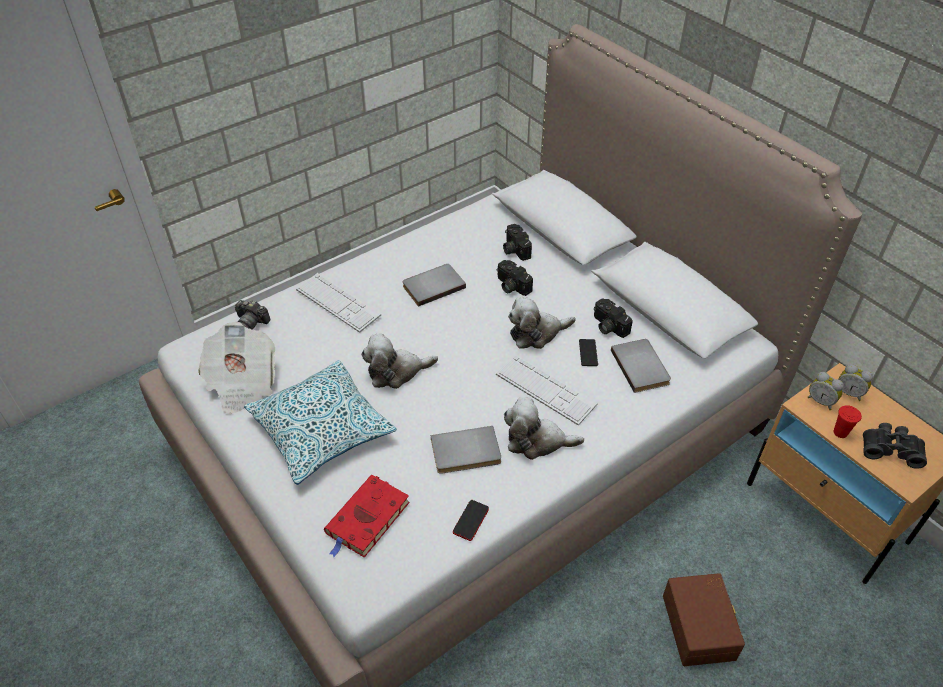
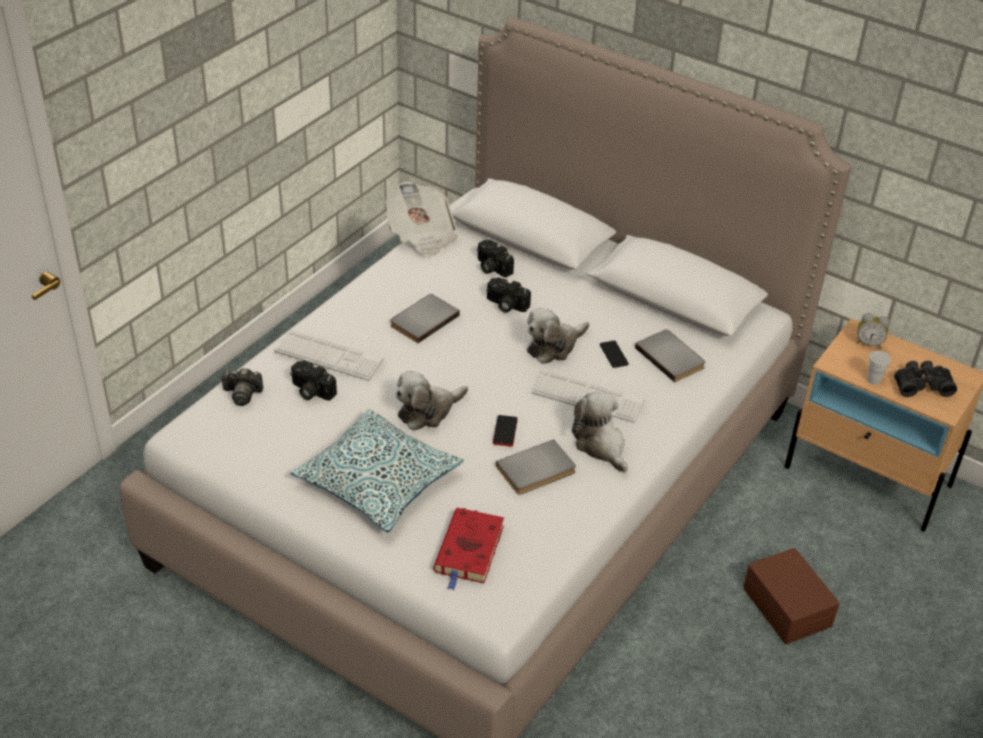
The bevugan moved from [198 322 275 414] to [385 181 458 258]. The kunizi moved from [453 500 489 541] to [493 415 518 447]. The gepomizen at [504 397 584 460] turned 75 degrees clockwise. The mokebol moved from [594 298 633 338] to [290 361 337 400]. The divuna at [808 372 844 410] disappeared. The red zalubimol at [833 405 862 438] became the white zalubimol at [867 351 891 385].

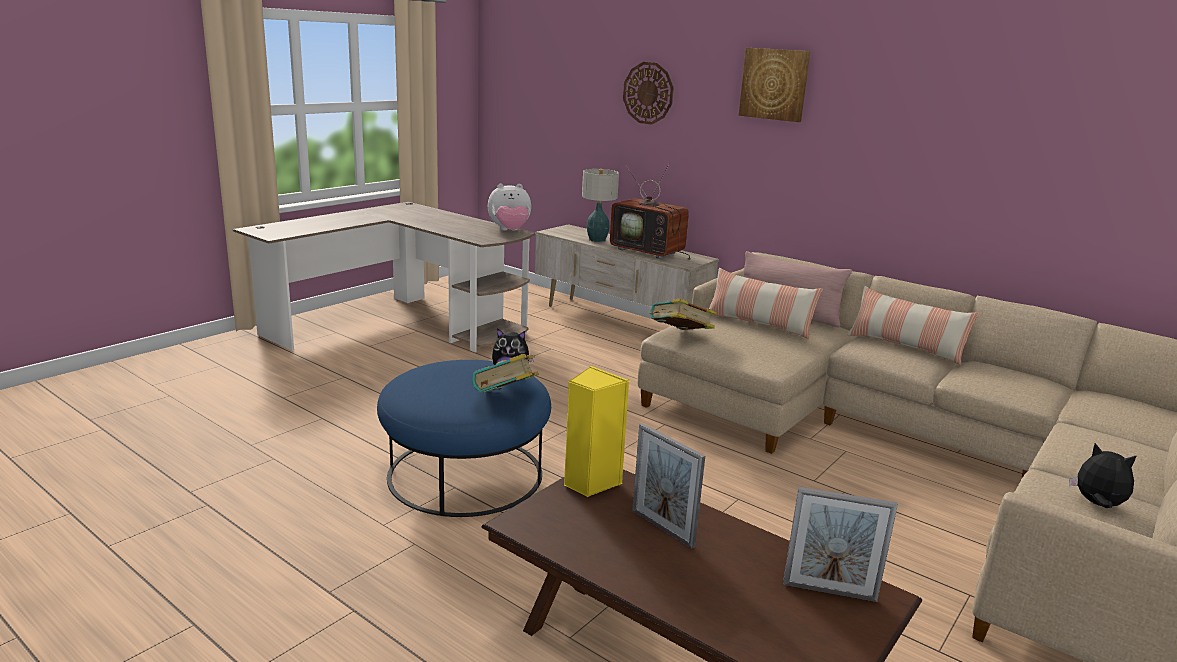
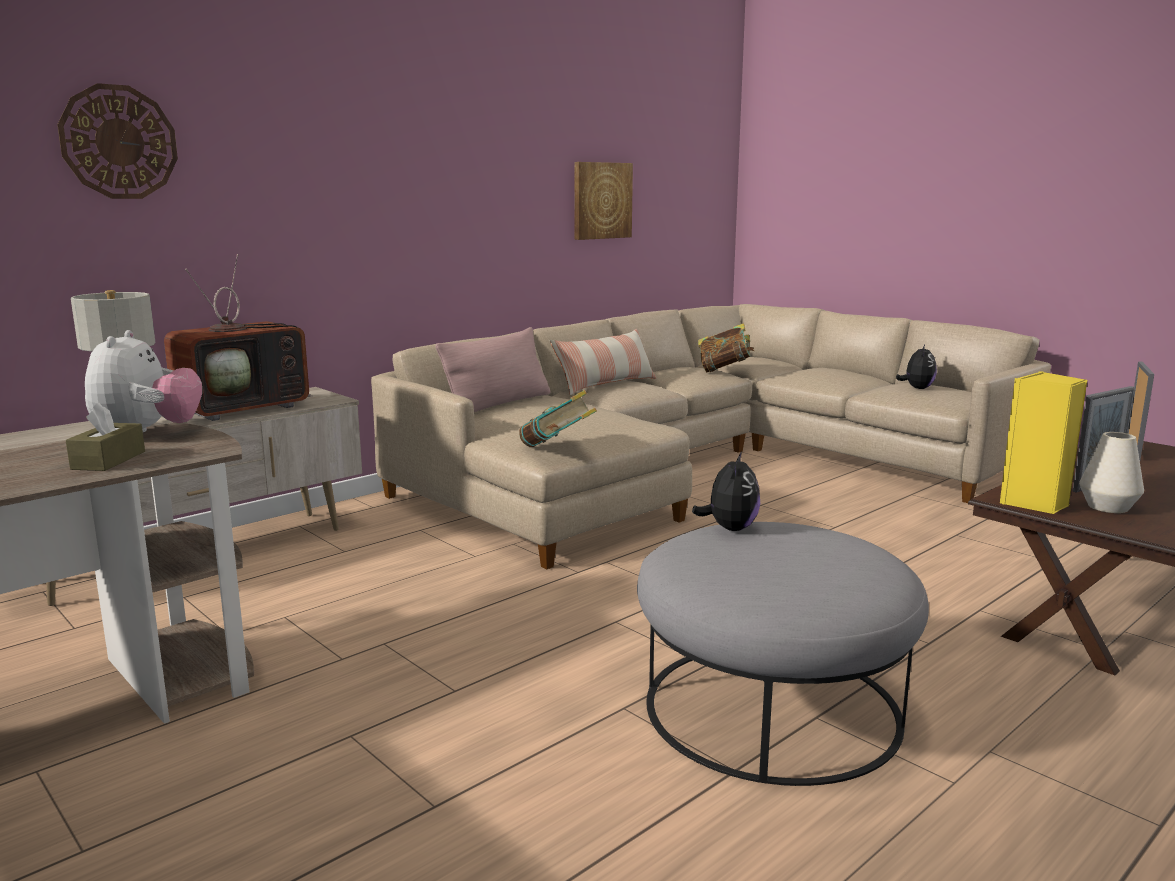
The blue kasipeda at [377 360 551 517] became the grey kasipeda at [637 522 929 786]. The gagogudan moved from [472 354 539 393] to [698 323 754 372]. The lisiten at [709 268 823 340] disappeared. The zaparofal moved from [738 48 810 122] to [574 162 633 240]. The gepomizen at [1069 443 1137 508] turned 150 degrees clockwise. The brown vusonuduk at [66 402 145 471] appeared. The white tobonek at [1079 432 1144 513] appeared.

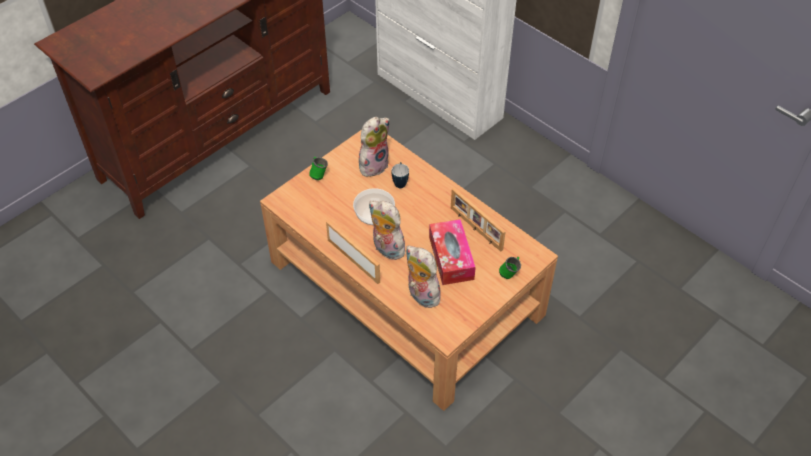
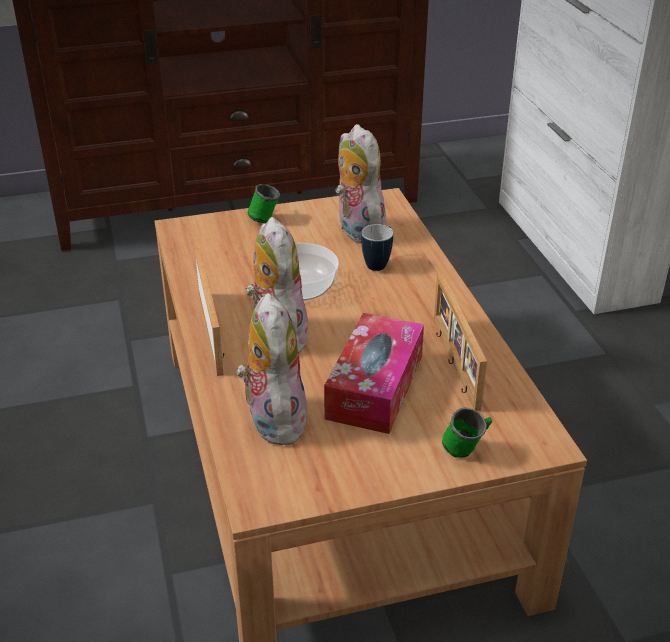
The gepomizen at [359 117 390 177] turned 105 degrees counterclockwise.

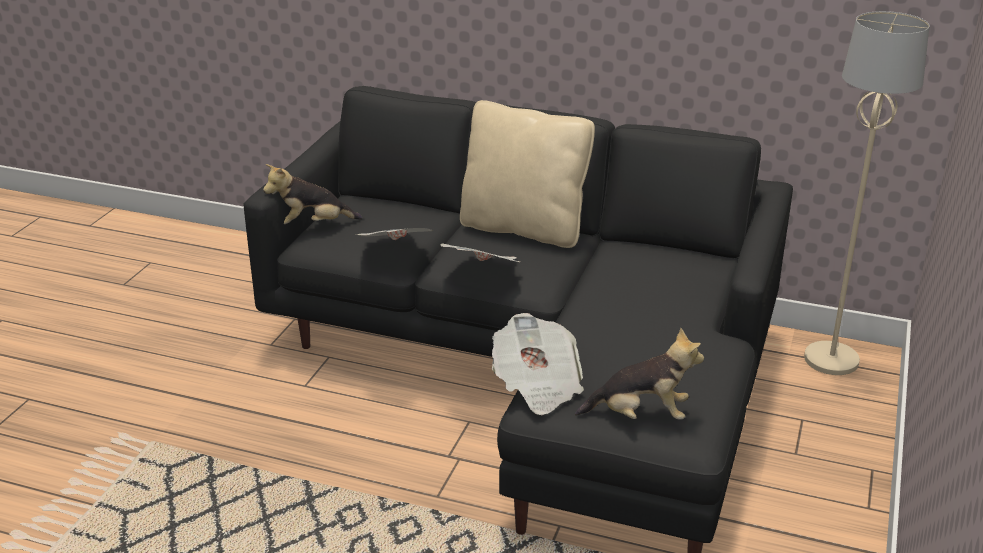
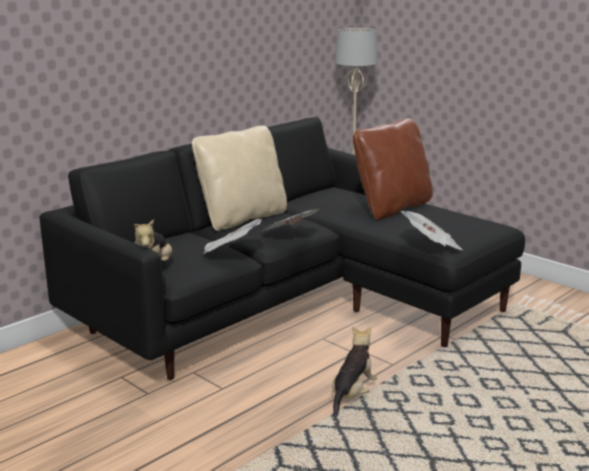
The gepomizen moved from [575 328 704 420] to [332 327 377 416]. The brown lisiten at [353 118 433 220] appeared.

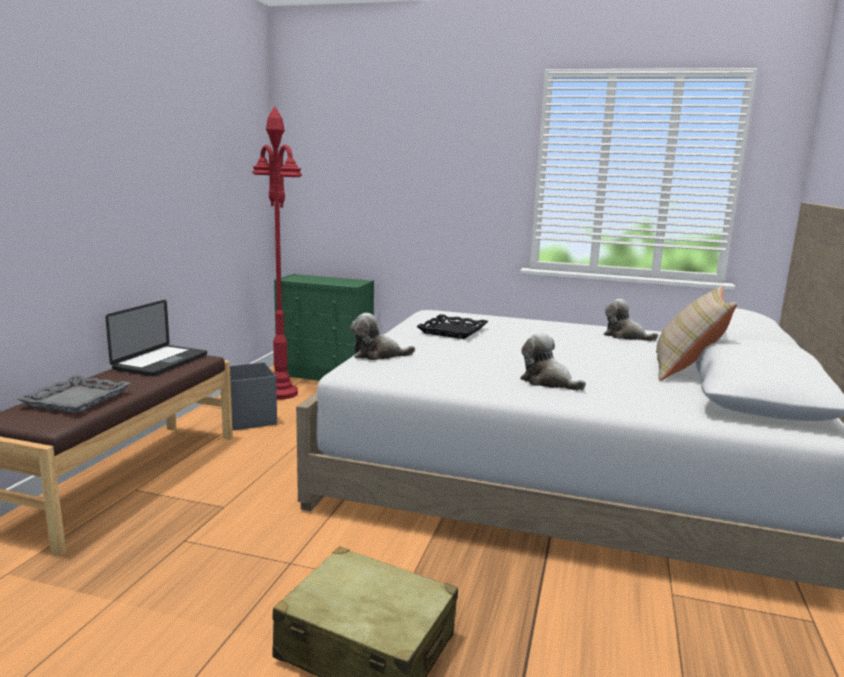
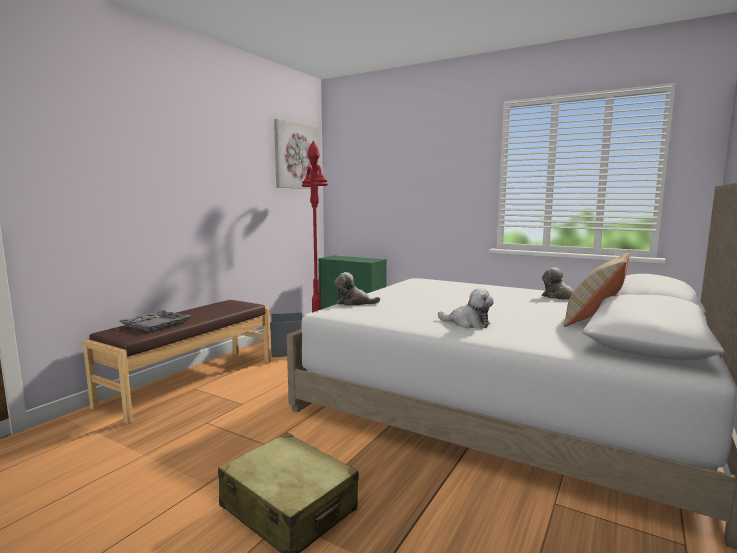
The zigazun at [105 300 207 376] disappeared. The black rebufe at [416 314 488 339] disappeared. The gepomizen at [520 333 586 390] turned 150 degrees clockwise. The zaparofal at [274 119 319 189] appeared.

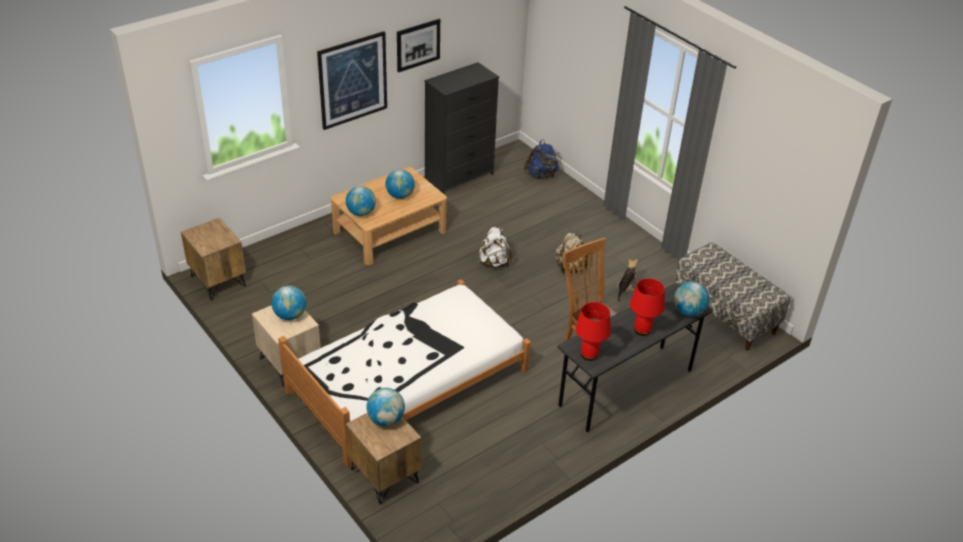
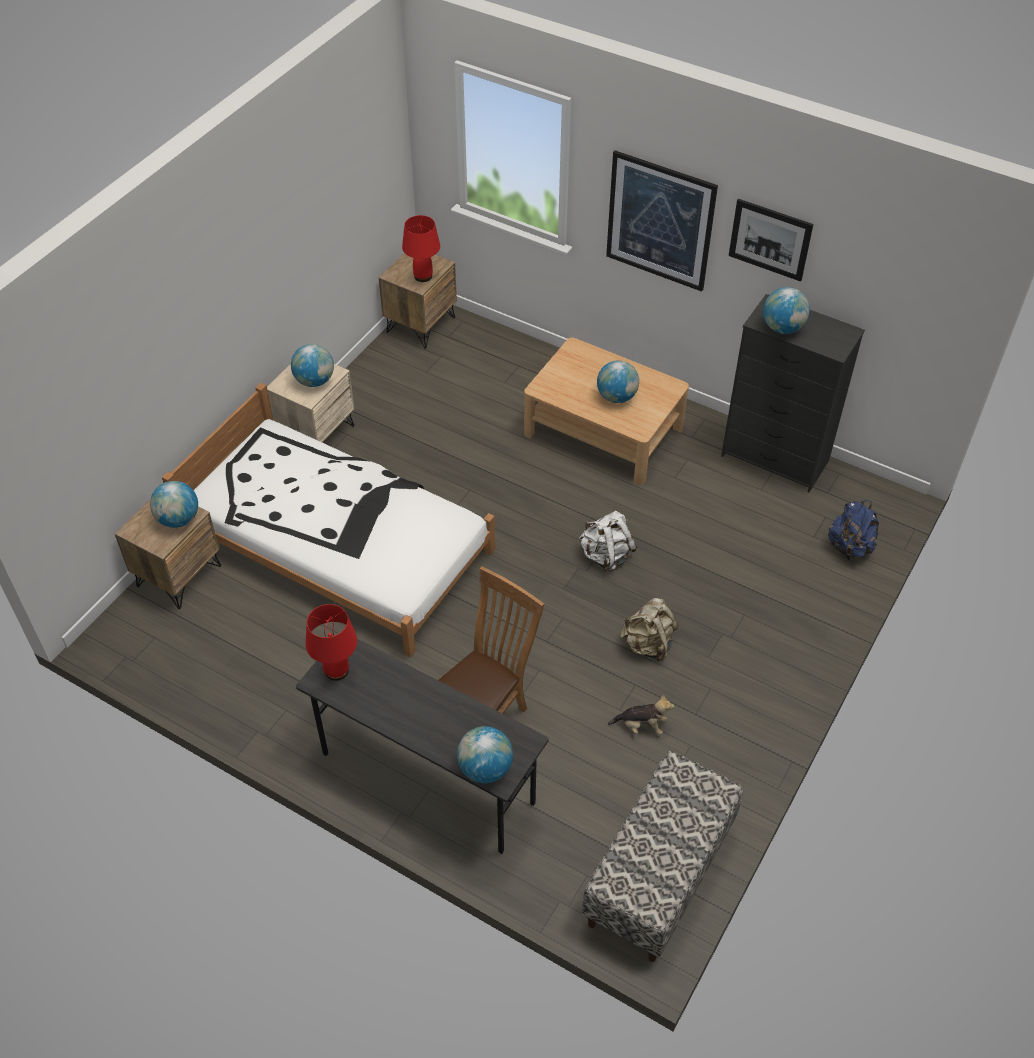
The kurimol moved from [346 186 376 216] to [763 287 810 334]. The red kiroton moved from [630 278 664 336] to [402 215 440 282].

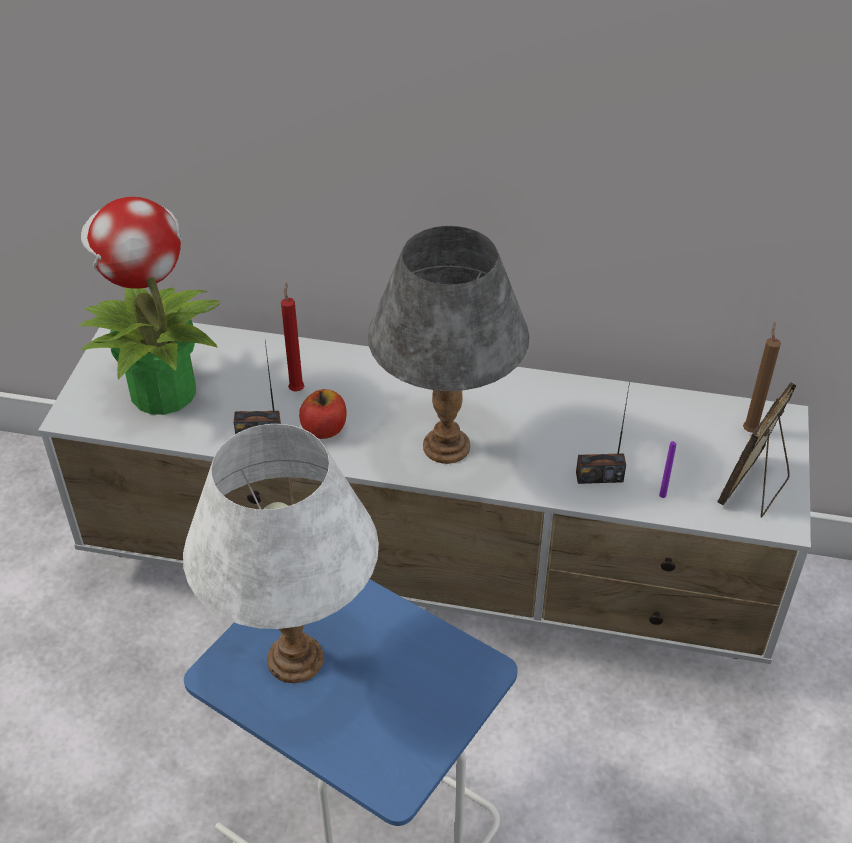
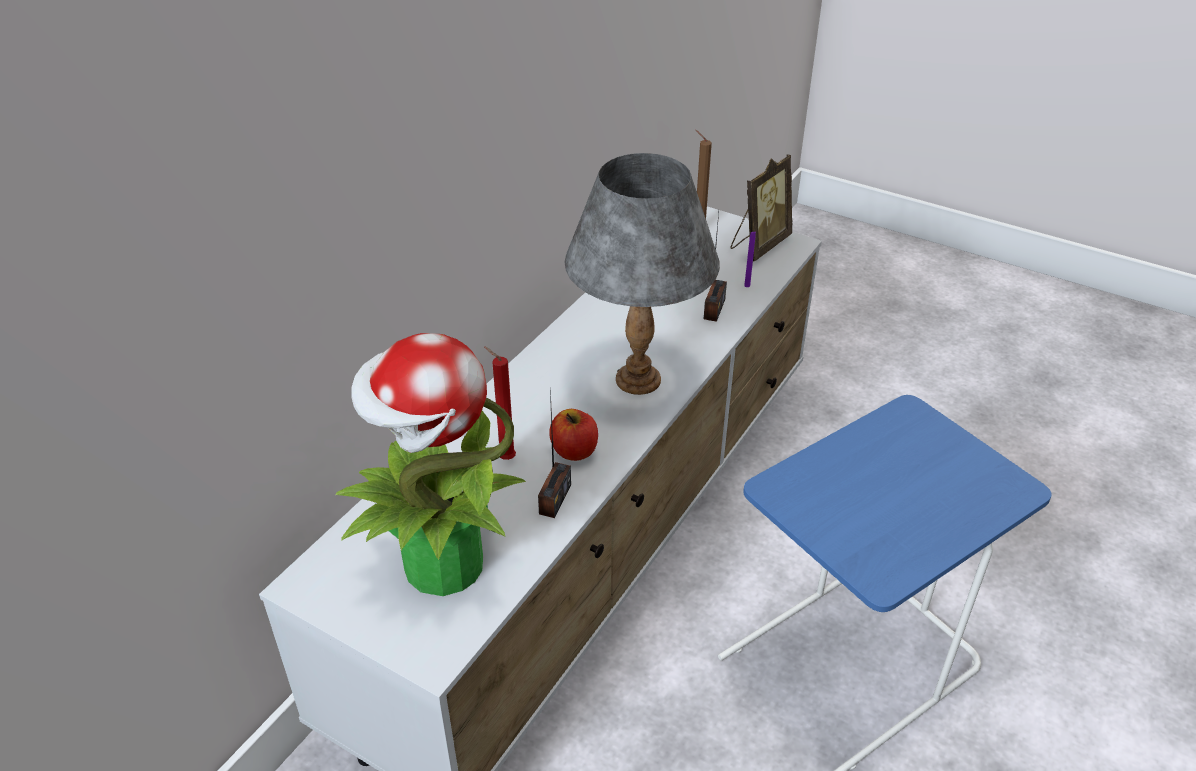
The white kiroton at [183 424 379 683] disappeared. The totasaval at [717 382 797 518] turned 105 degrees counterclockwise.

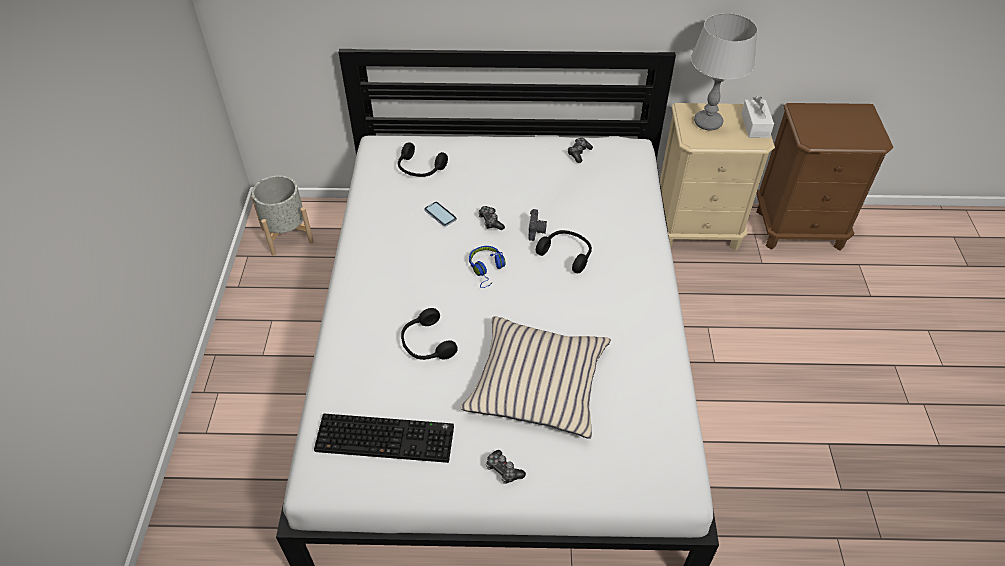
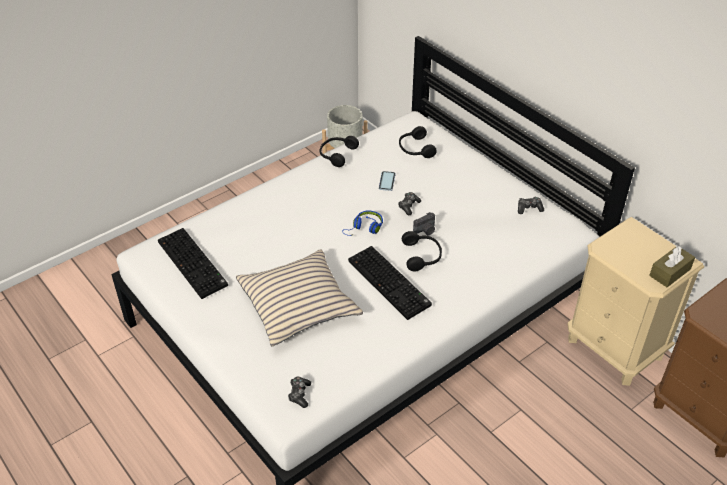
The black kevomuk moved from [401 308 458 360] to [320 136 359 167]. The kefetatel moved from [486 450 526 484] to [288 377 311 408]. The grey kiroton at [691 13 757 130] disappeared. The white vusonuduk at [741 96 774 138] became the brown vusonuduk at [649 245 695 287]. The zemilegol at [348 246 432 320] appeared.

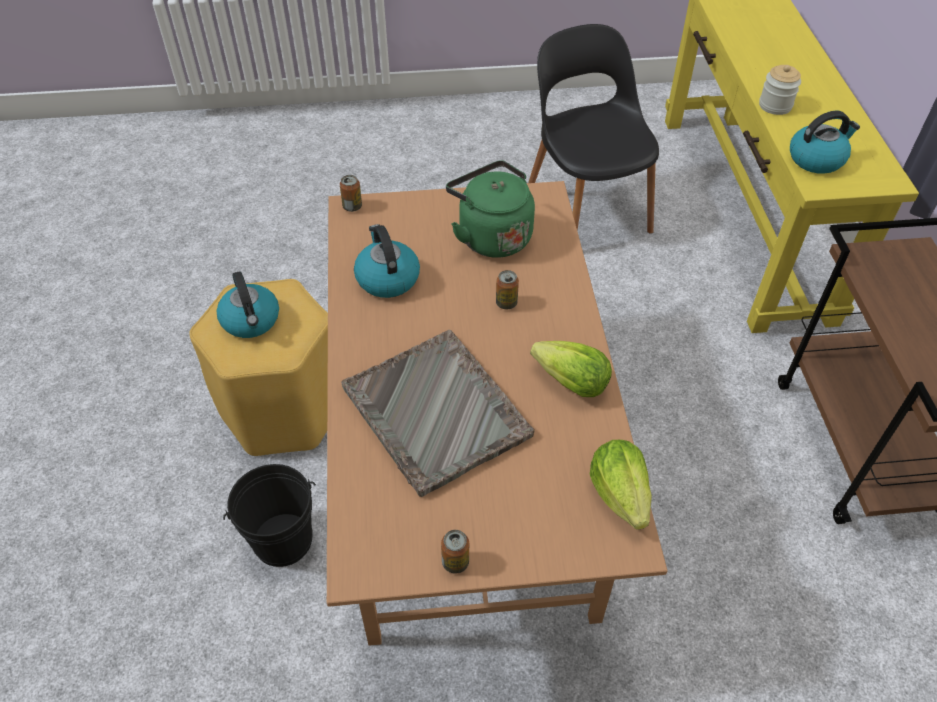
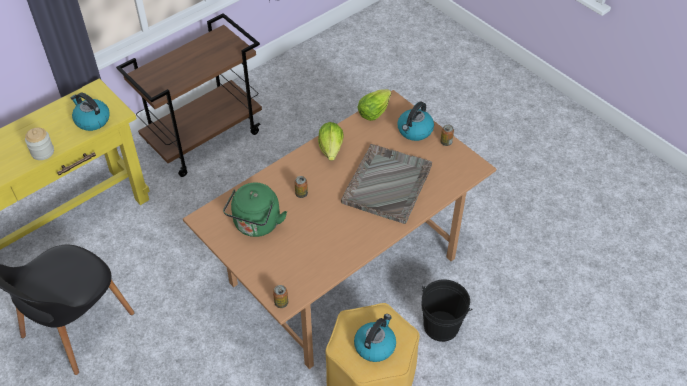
The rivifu moved from [354 224 420 298] to [397 102 434 141].

